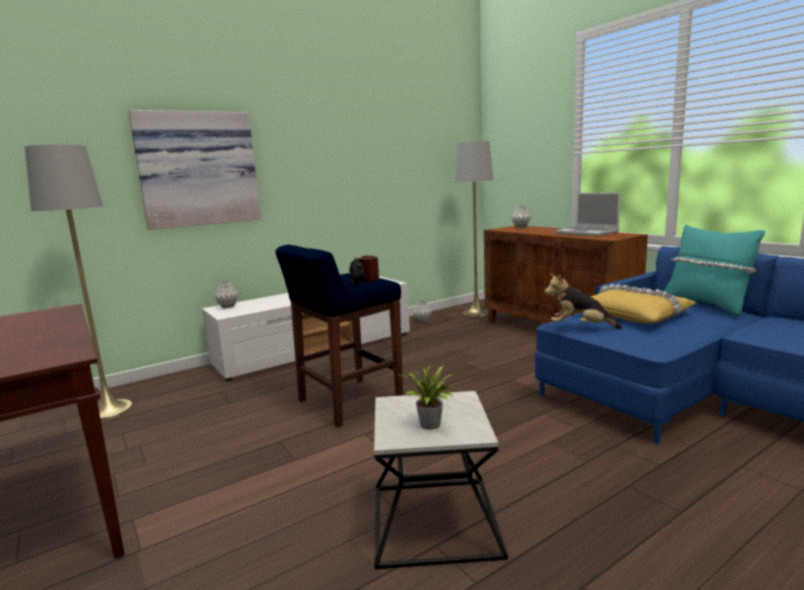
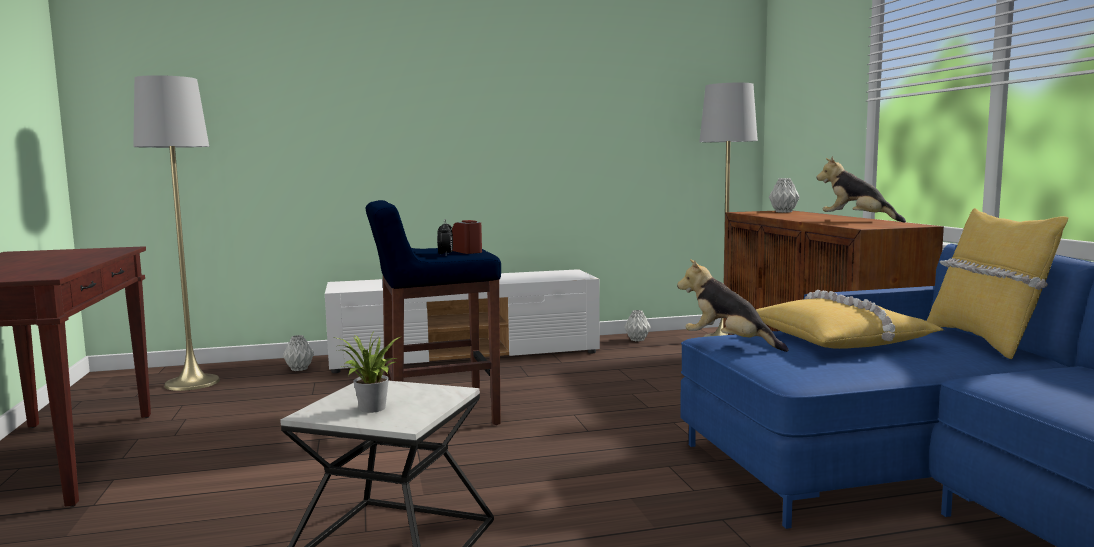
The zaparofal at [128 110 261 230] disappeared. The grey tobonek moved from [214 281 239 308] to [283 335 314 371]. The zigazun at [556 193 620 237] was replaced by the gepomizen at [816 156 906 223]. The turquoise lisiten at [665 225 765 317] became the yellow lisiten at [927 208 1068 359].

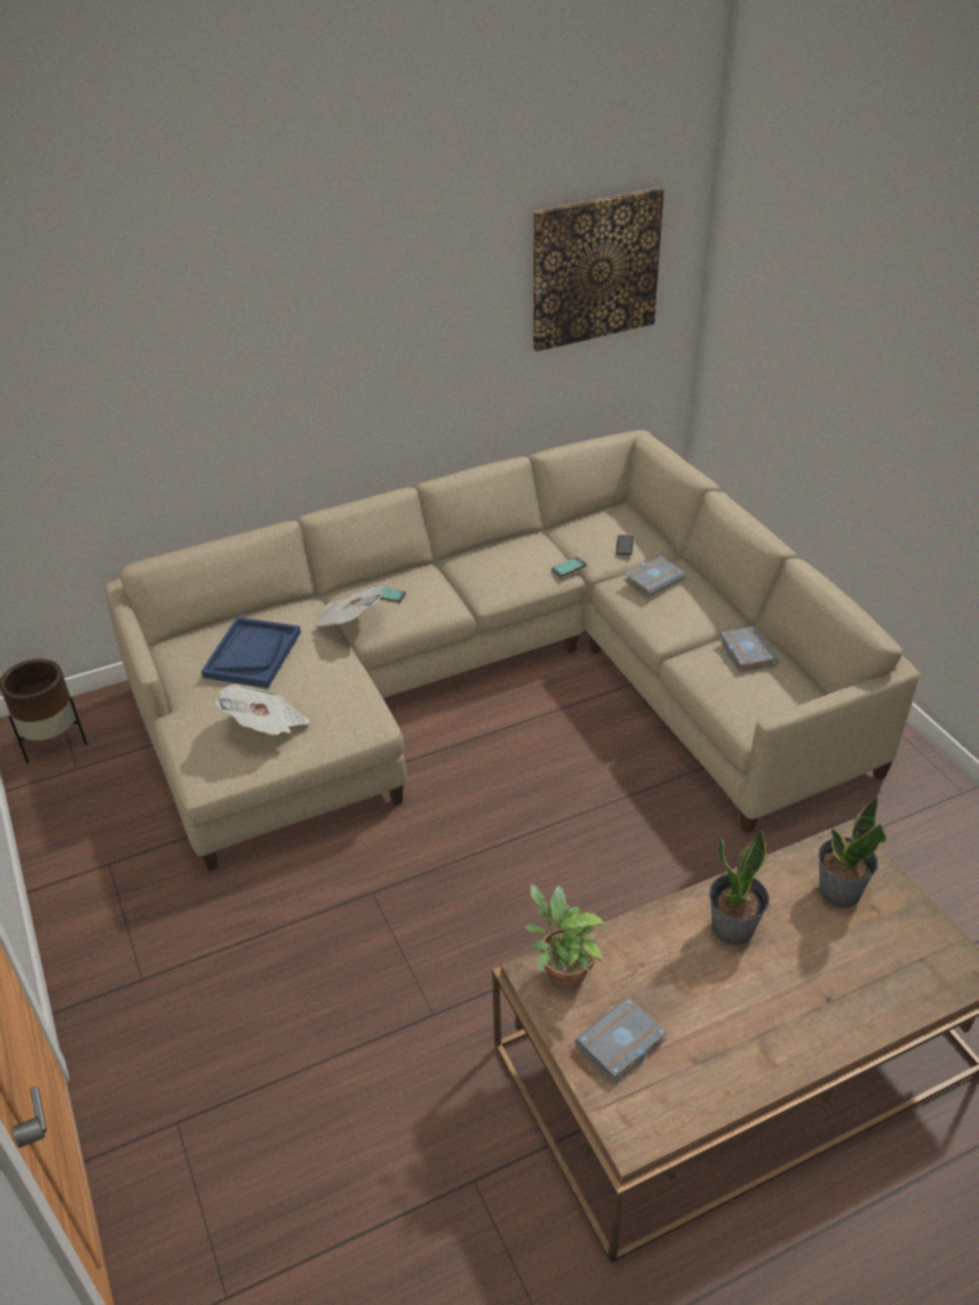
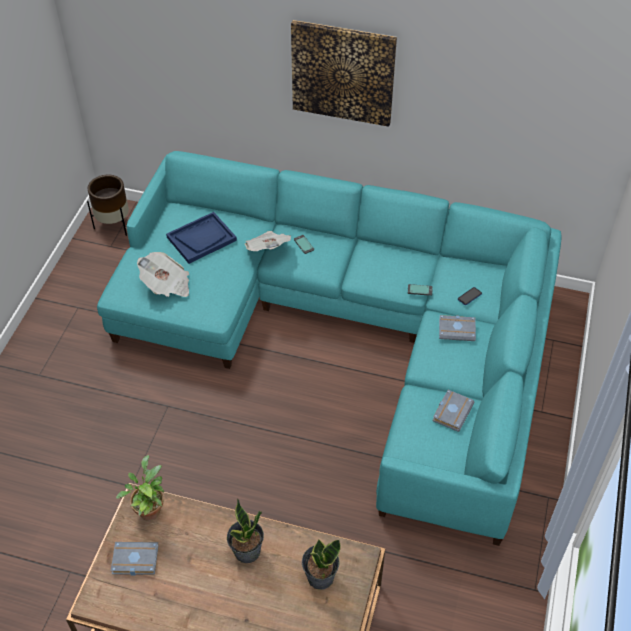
The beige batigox at [105 430 920 871] became the turquoise batigox at [97 151 562 546]. The zaparofal moved from [533 187 664 352] to [291 20 397 127].

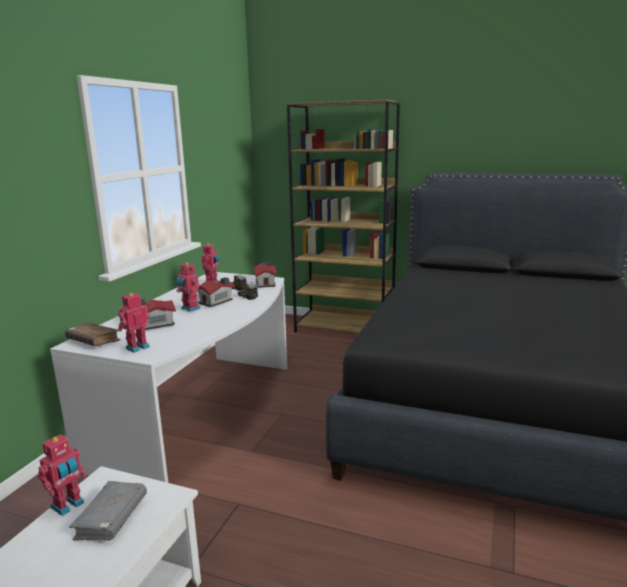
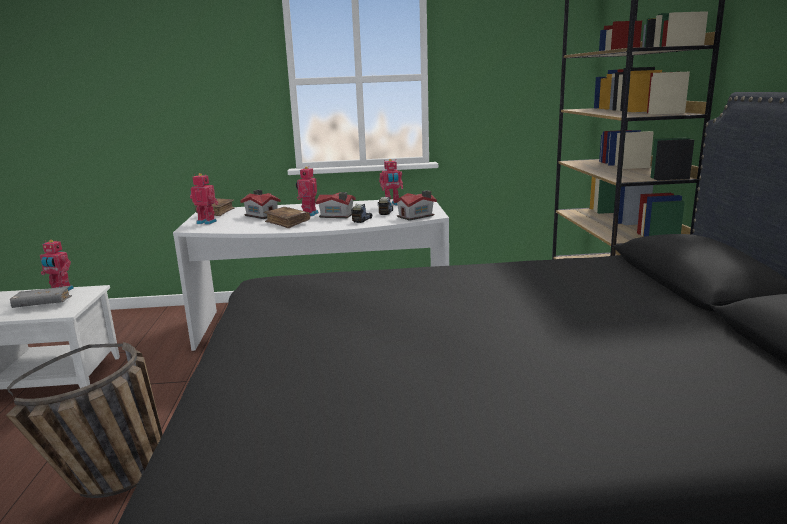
The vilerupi at [6 342 163 498] appeared. The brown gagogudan at [264 207 310 228] appeared.

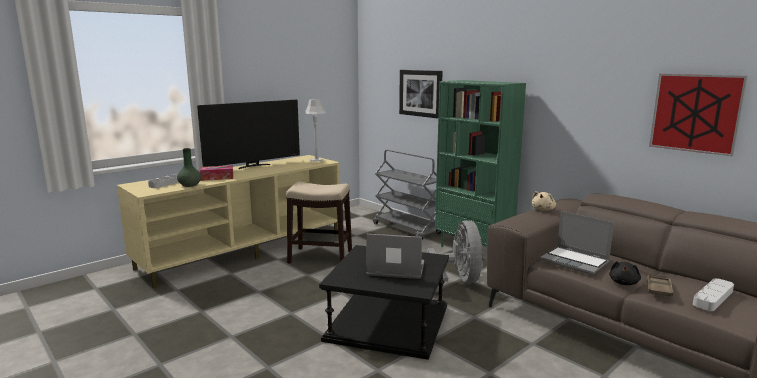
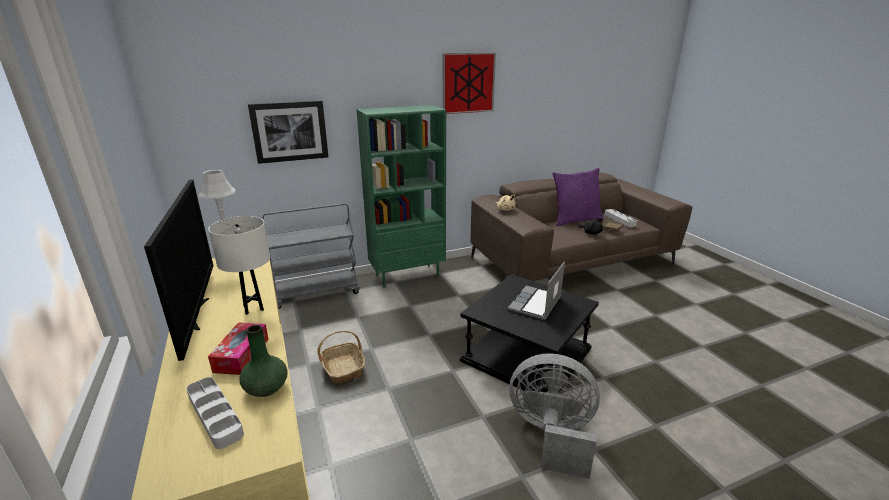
The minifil at [286 182 352 263] was replaced by the vilerupi at [318 330 365 384]. The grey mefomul moved from [427 220 483 292] to [509 353 600 479]. The zigazun at [540 211 614 275] disappeared. The zaparofal moved from [649 74 748 156] to [443 53 496 114]. The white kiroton at [208 216 270 315] appeared. The purple lisiten at [553 168 603 226] appeared.

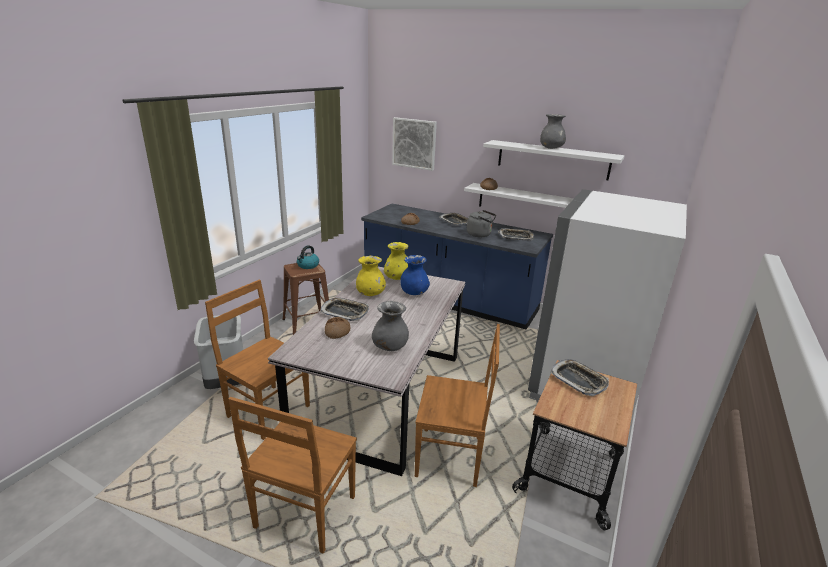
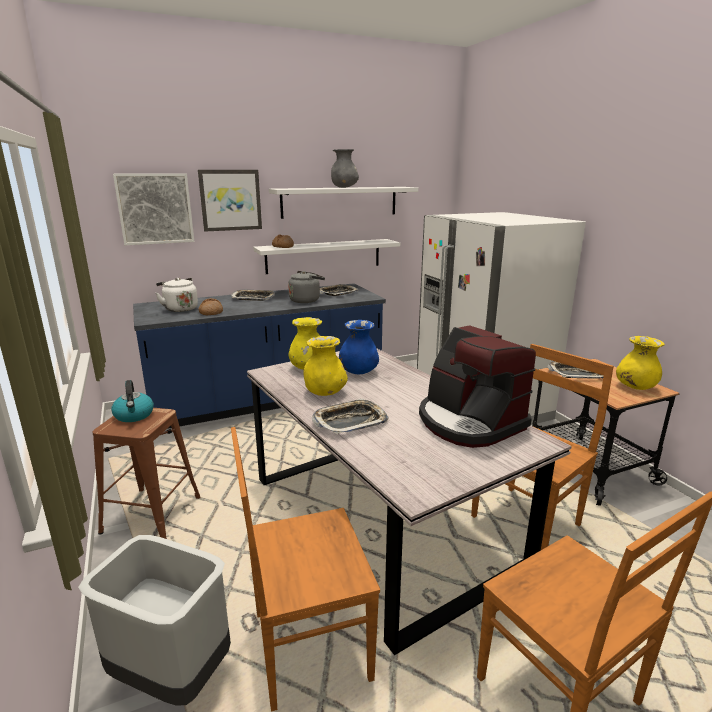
The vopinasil at [325 317 350 339] disappeared. The grey tobonek at [372 301 409 351] was replaced by the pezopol at [419 325 536 448]. The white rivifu at [156 278 198 312] appeared. The zaparofal at [198 170 262 231] appeared. The yellow tobonek at [616 336 665 390] appeared.

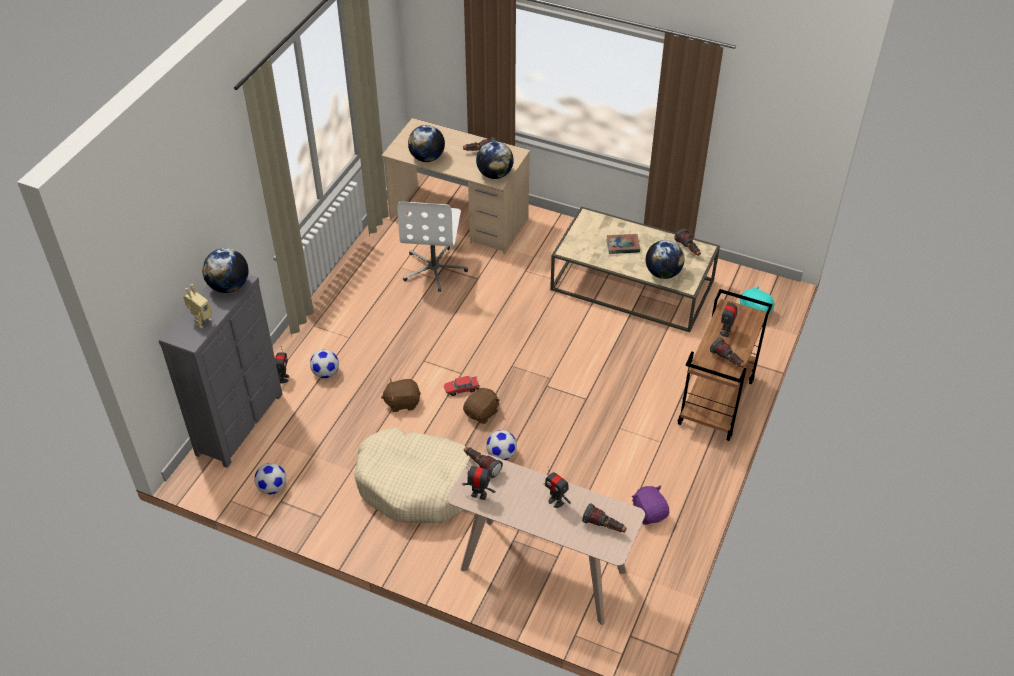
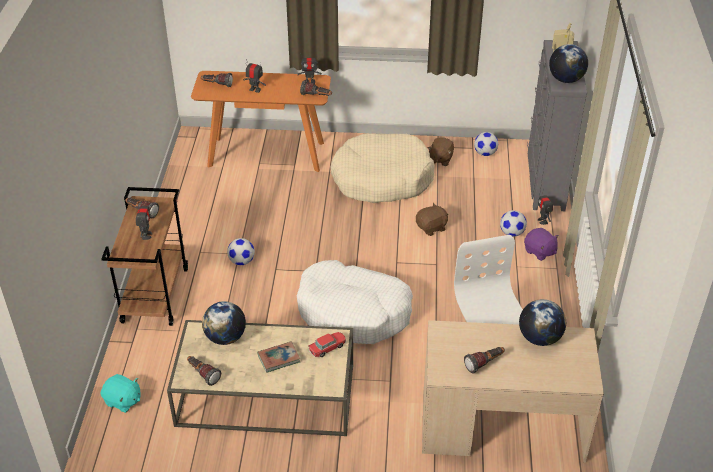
The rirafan moved from [444 376 480 396] to [308 332 346 357]. The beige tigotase at [447 452 645 625] became the orange tigotase at [191 71 331 172]. The brown gepomizen moved from [463 386 500 424] to [428 137 454 166]. The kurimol at [476 141 514 179] disappeared. The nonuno moved from [486 430 517 460] to [227 238 255 265]. The purple gepomizen moved from [632 485 669 525] to [524 228 559 261]. The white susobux at [297 260 413 344] appeared.

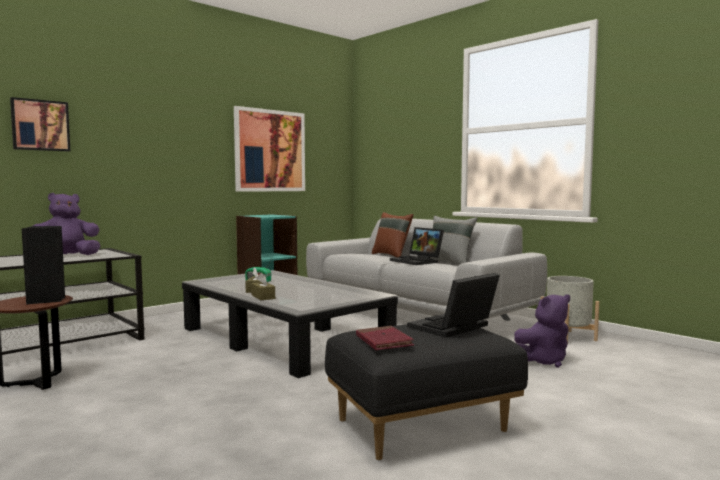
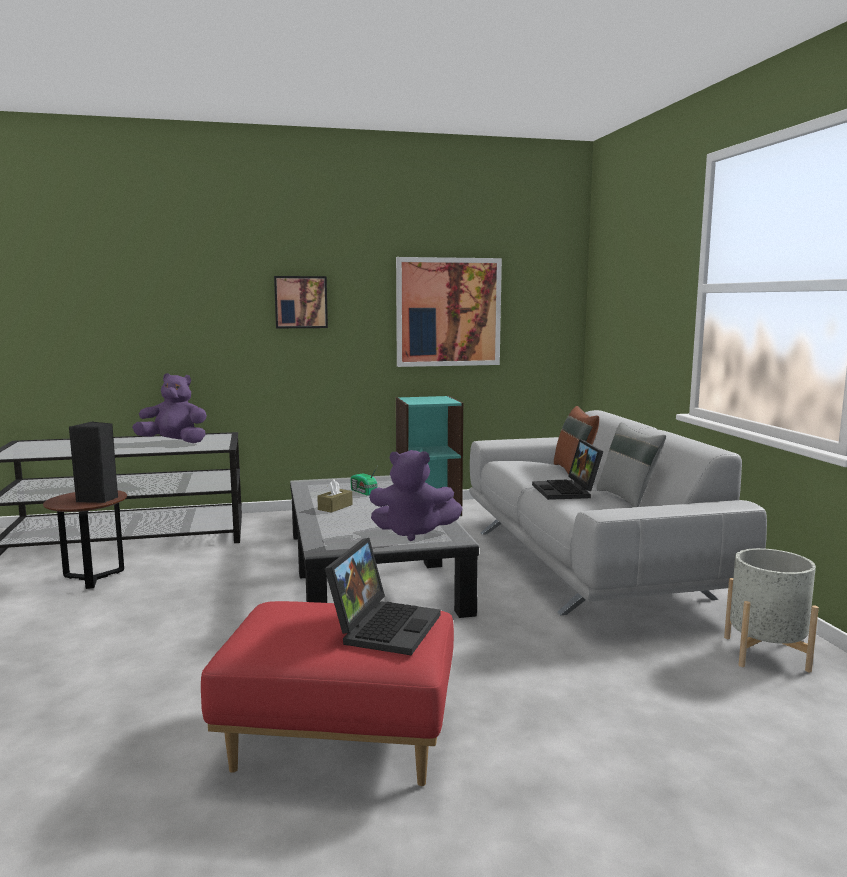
The zaparofal moved from [10 97 70 151] to [274 276 328 328]. The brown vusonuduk at [251 273 275 300] disappeared. The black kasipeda at [325 324 528 460] became the red kasipeda at [201 601 454 787]. The red gagogudan at [356 326 414 350] disappeared. The zigazun at [407 273 500 337] turned 120 degrees clockwise. The purple gepomizen moved from [514 294 570 368] to [369 450 463 541].

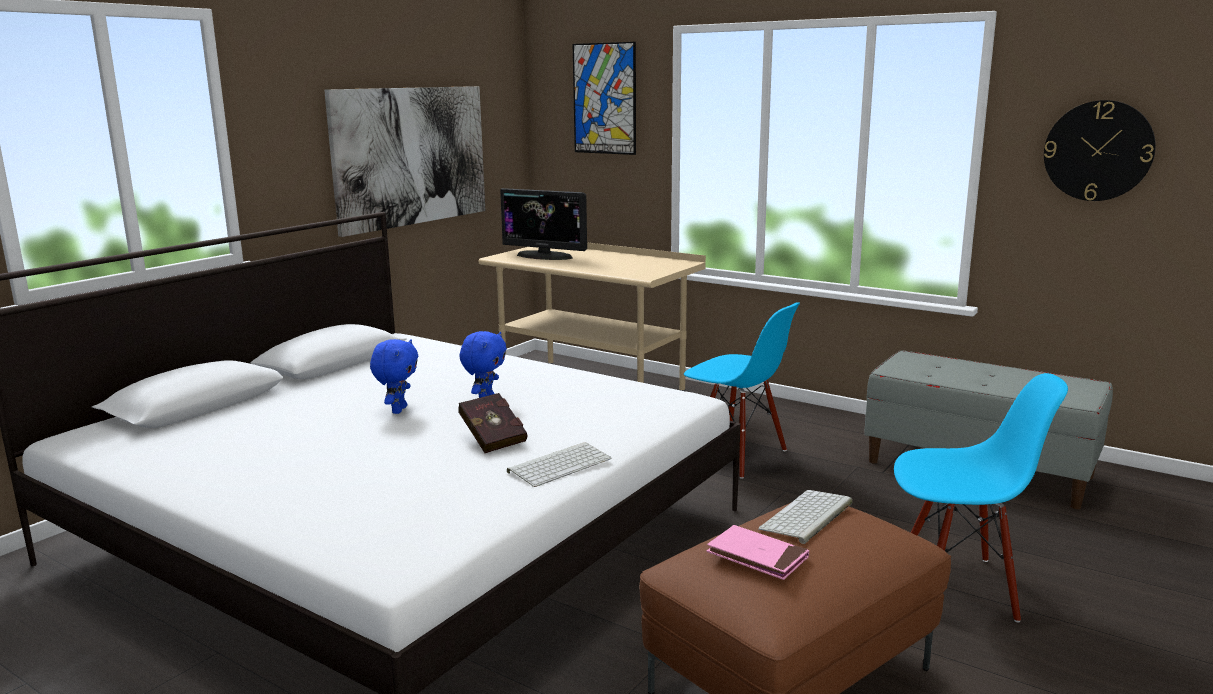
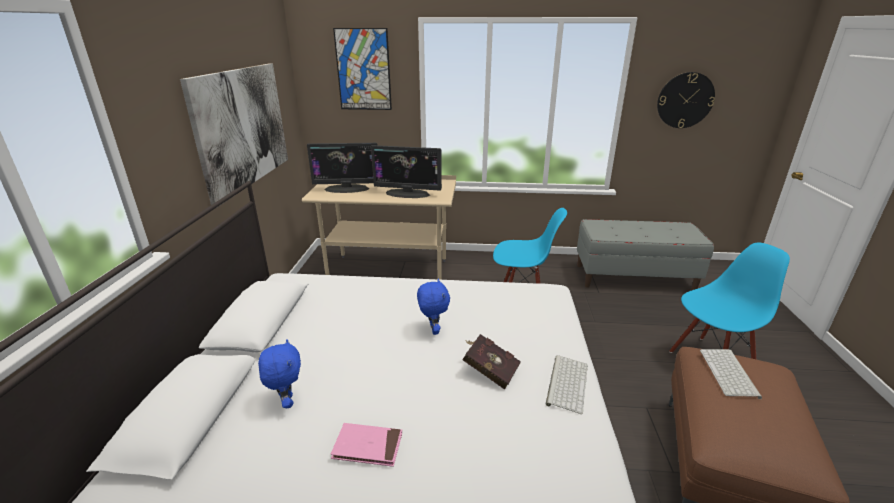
The blue gepomizen moved from [370 339 419 414] to [258 339 301 409]. The pink gagogudan moved from [707 525 809 580] to [331 423 402 467]. The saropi at [371 145 442 198] appeared.

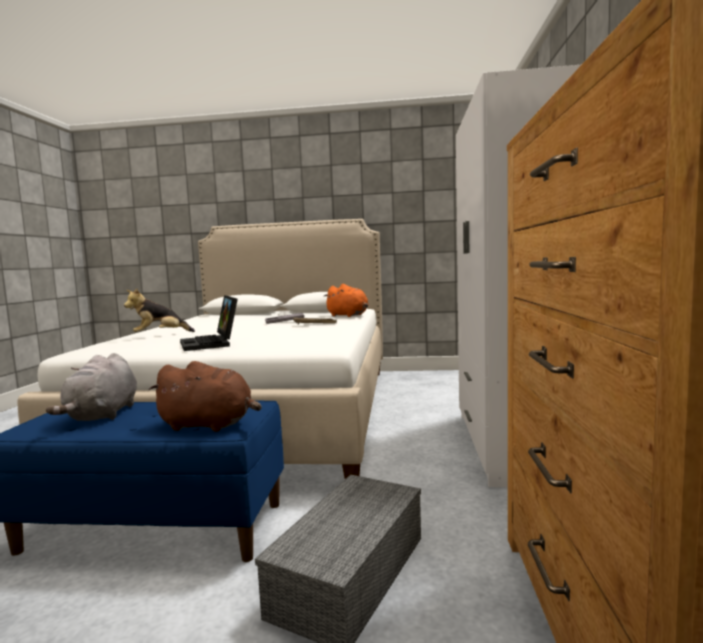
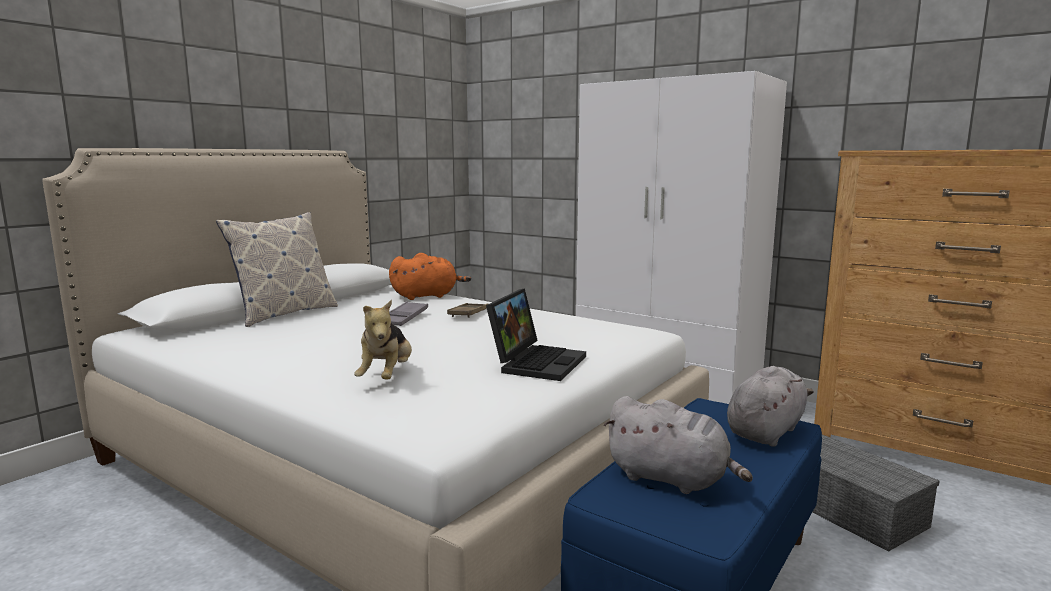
The brown gepomizen at [148 361 262 432] became the grey gepomizen at [727 366 814 447]. The zigazun at [180 295 238 351] turned 75 degrees counterclockwise. The lisiten at [216 212 338 327] appeared.

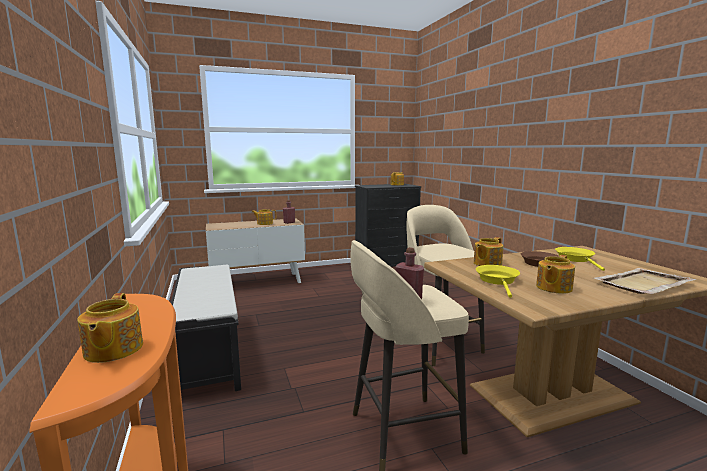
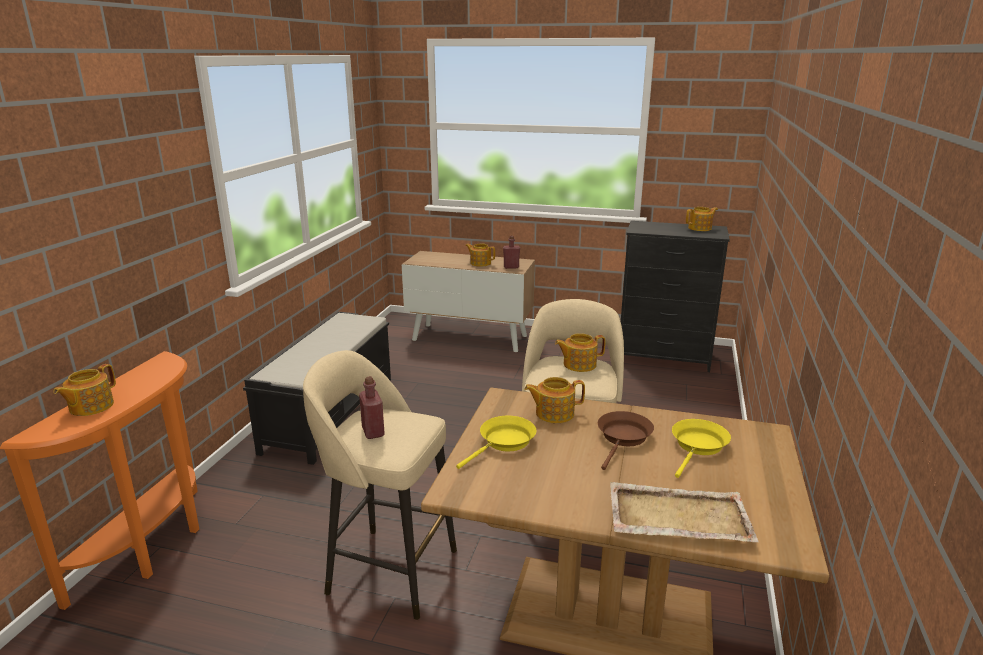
The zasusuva moved from [536 255 575 294] to [555 333 605 372].

